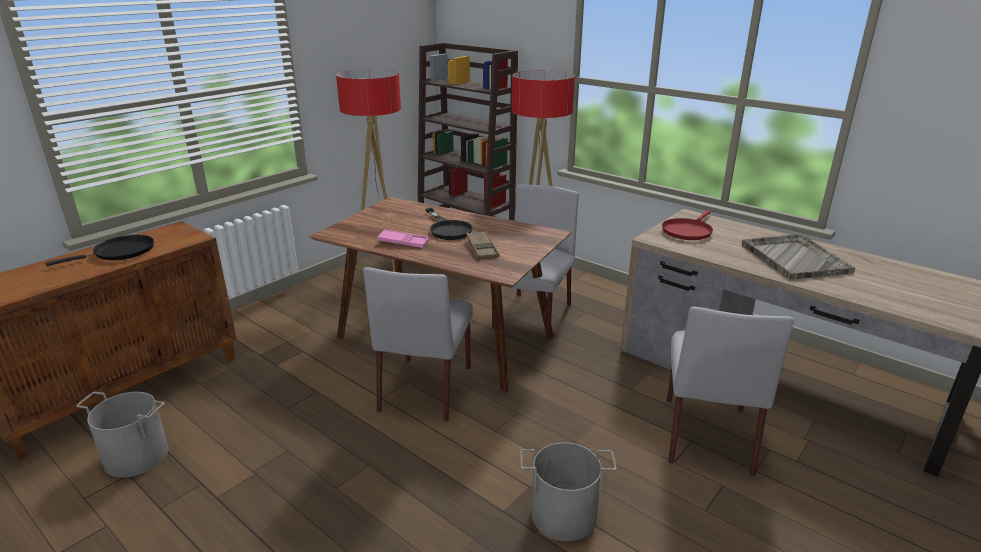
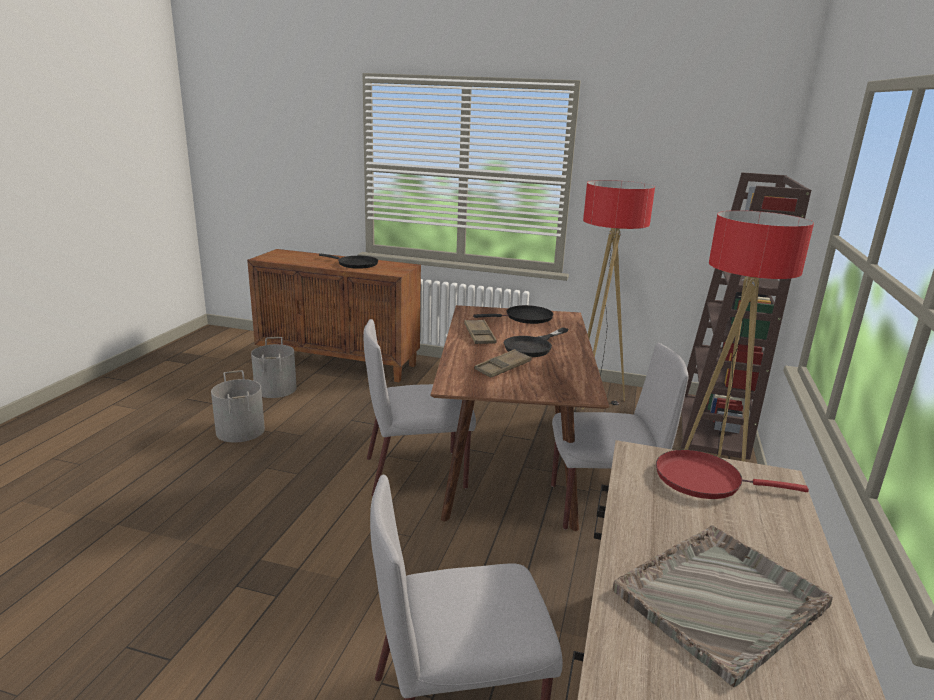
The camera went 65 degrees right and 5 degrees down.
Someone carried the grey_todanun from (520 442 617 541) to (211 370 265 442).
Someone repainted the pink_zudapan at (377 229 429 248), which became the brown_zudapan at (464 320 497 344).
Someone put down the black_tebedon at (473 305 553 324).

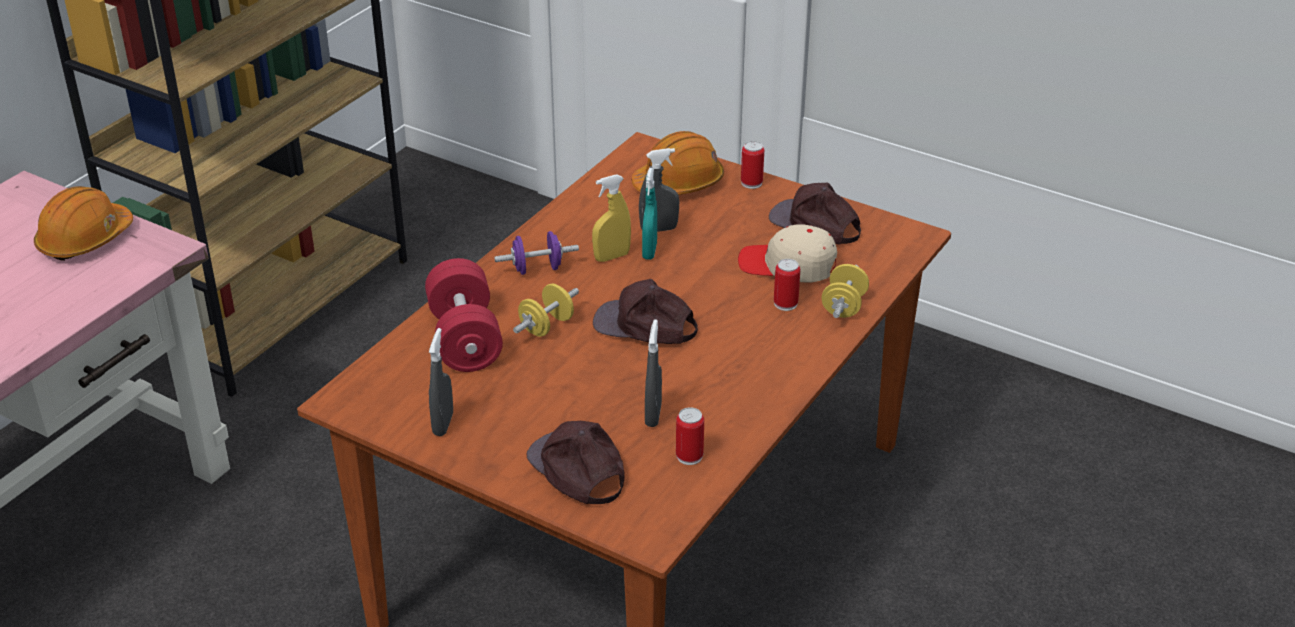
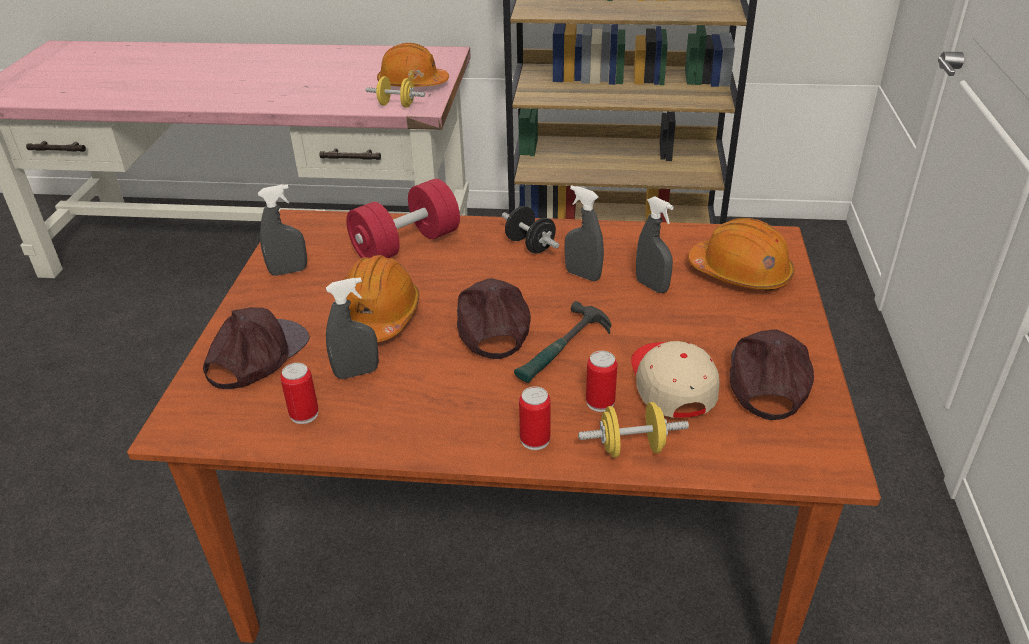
The camera went 65 degrees right and 0 degrees up.
Someone put down the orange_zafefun at (344 255 419 342).
Someone carried the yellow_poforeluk from (513 284 579 337) to (366 76 425 108).
Someone repainted the purple_poforeluk at (494 231 579 275), which became the black_poforeluk at (502 206 559 254).
Someone put down the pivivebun at (514 301 611 383).
Someone carried the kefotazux from (741 141 764 189) to (519 387 551 450).
Someone repainted the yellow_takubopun at (592 174 631 262), which became the grey_takubopun at (565 186 604 281).
Someone took away the turquoise_takubopun at (642 168 657 260).

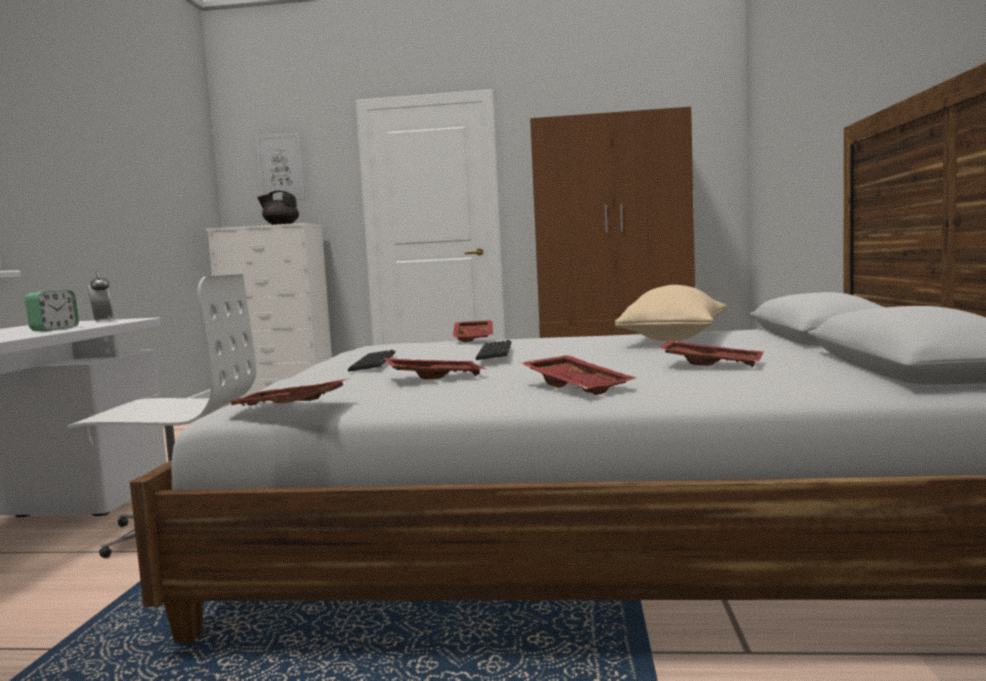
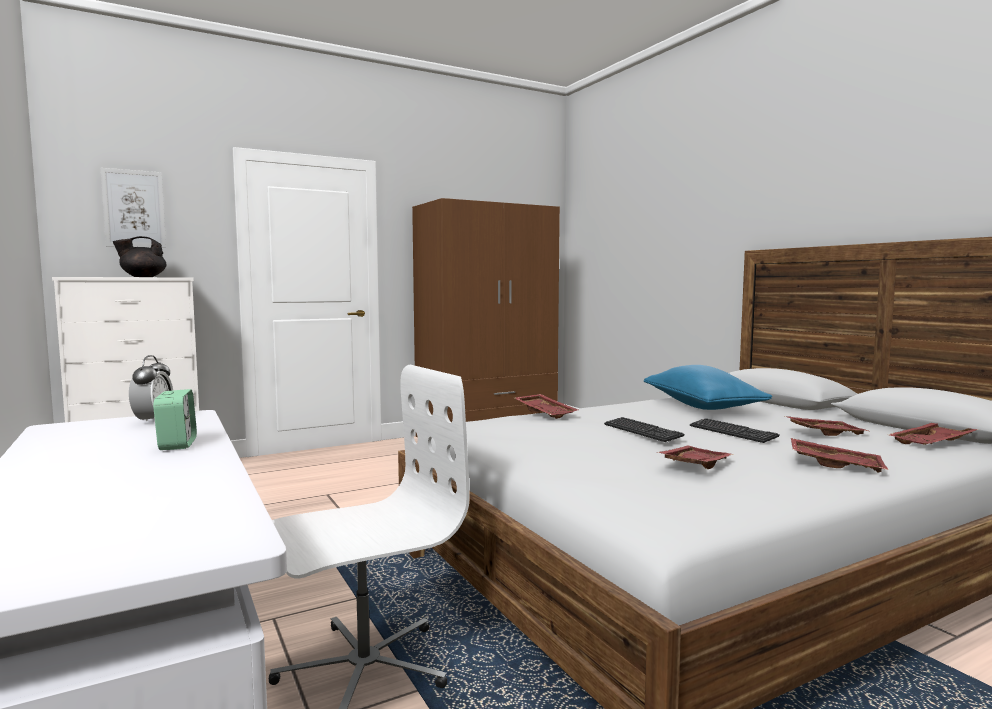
The camera went 35 degrees left and 0 degrees up.
Someone rotated the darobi at (87 271 114 322) by 60 degrees clockwise.
Someone repainted the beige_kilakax at (615 285 727 341), which became the blue_kilakax at (644 365 772 410).
Someone carried the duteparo from (348 350 396 372) to (690 418 780 443).
Someone carried the red_zudapan from (227 378 350 406) to (889 423 979 445).

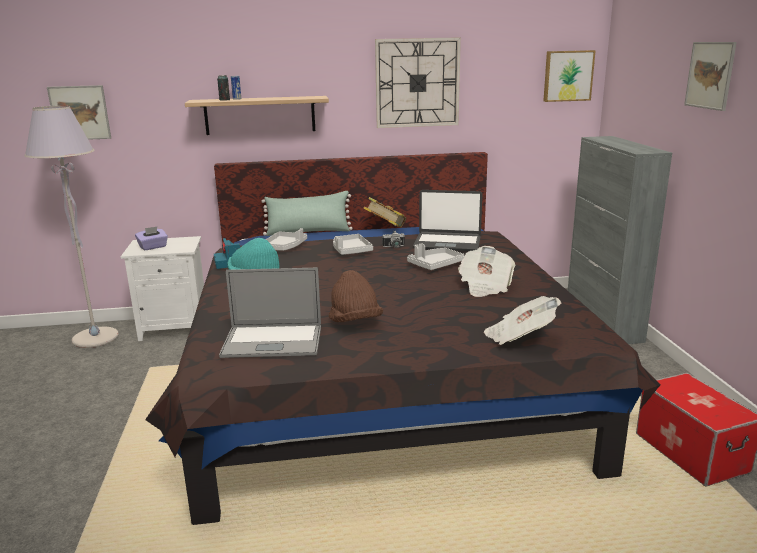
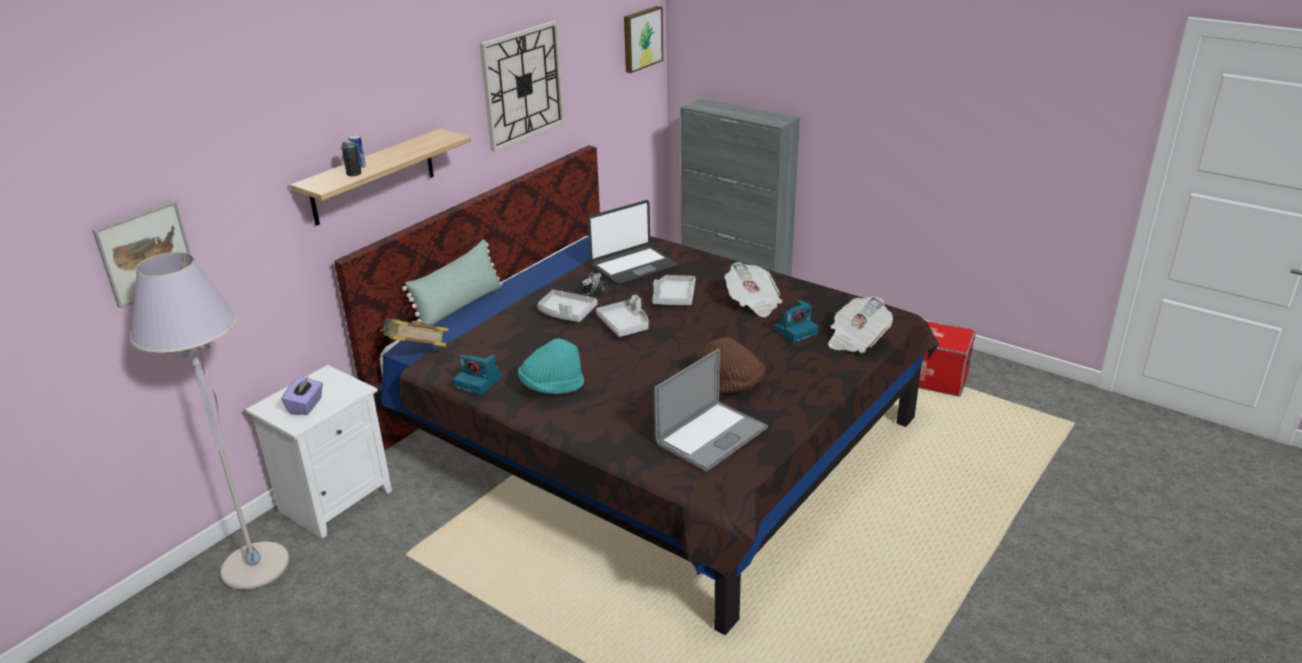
The camera went 45 degrees left and 10 degrees up.
Someone carried the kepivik from (363 197 406 227) to (379 319 449 347).
Someone carried the grey_zudapan from (266 228 307 251) to (596 295 649 337).
Someone put down the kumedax at (773 300 818 343).
Someone took away the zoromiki at (684 42 737 111).

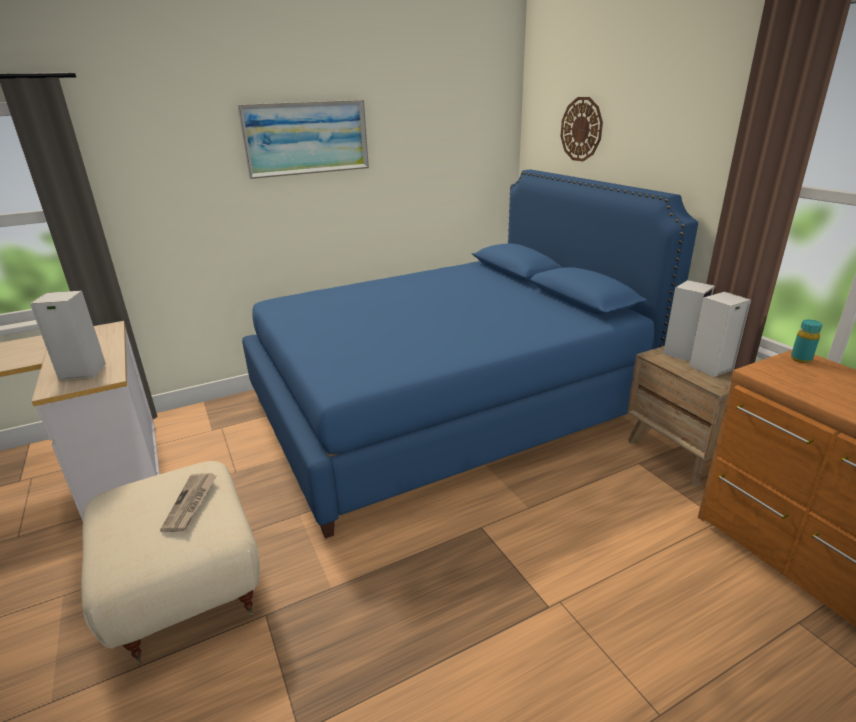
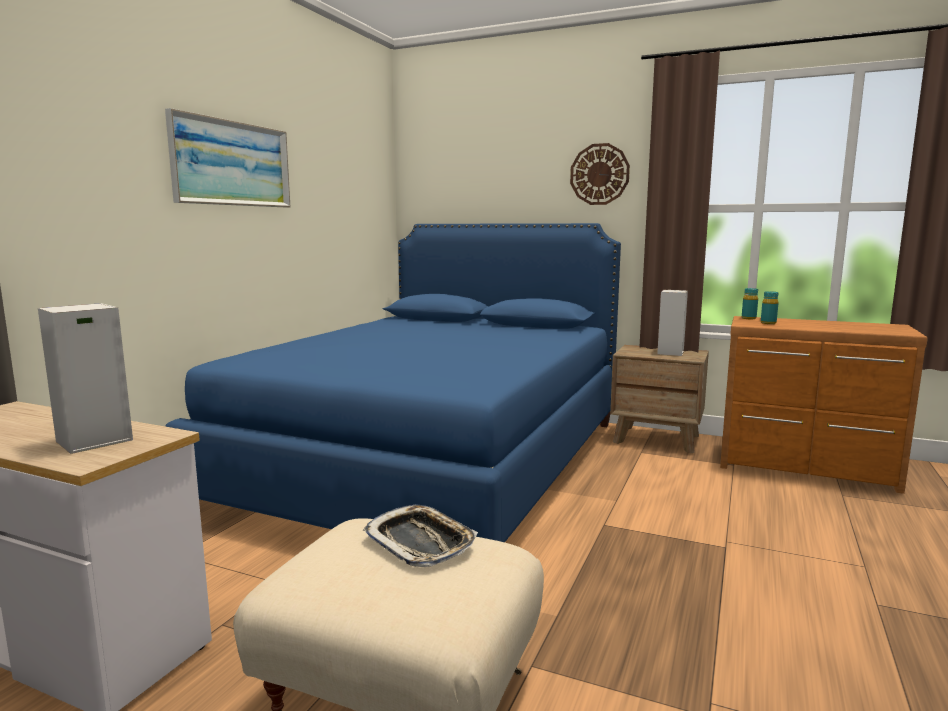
The camera went 40 degrees left and 15 degrees down.
Someone swapped the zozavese at (160 473 216 532) for the zudapan at (363 505 478 567).
Someone carried the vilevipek from (560 97 603 161) to (570 143 630 205).
Someone put down the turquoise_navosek at (761 291 778 324).
Someone took away the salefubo at (663 280 715 362).

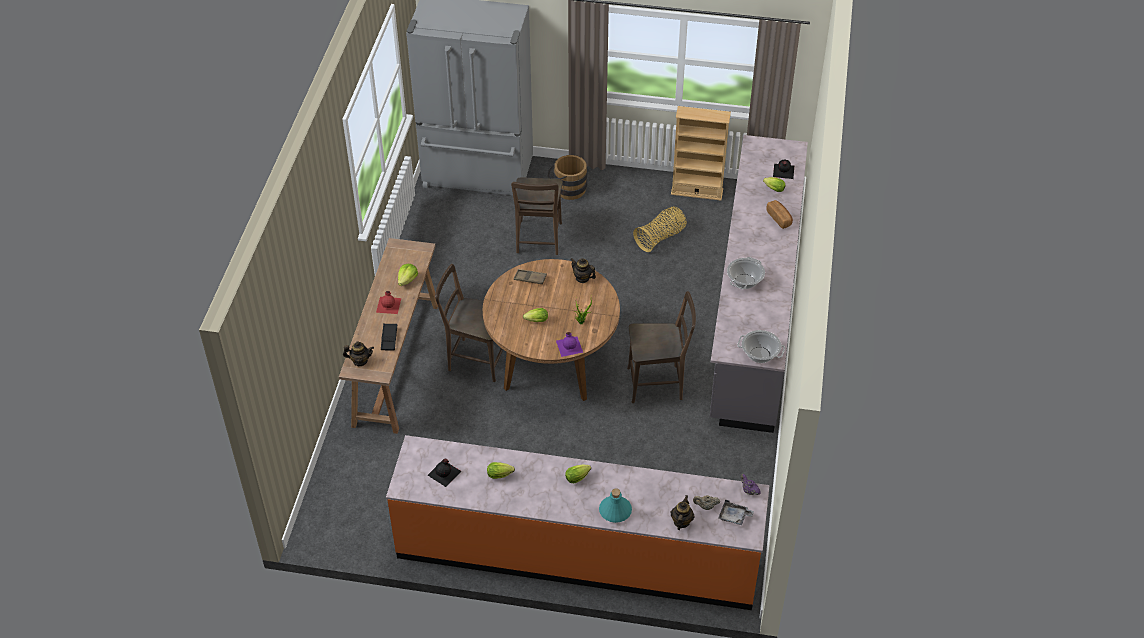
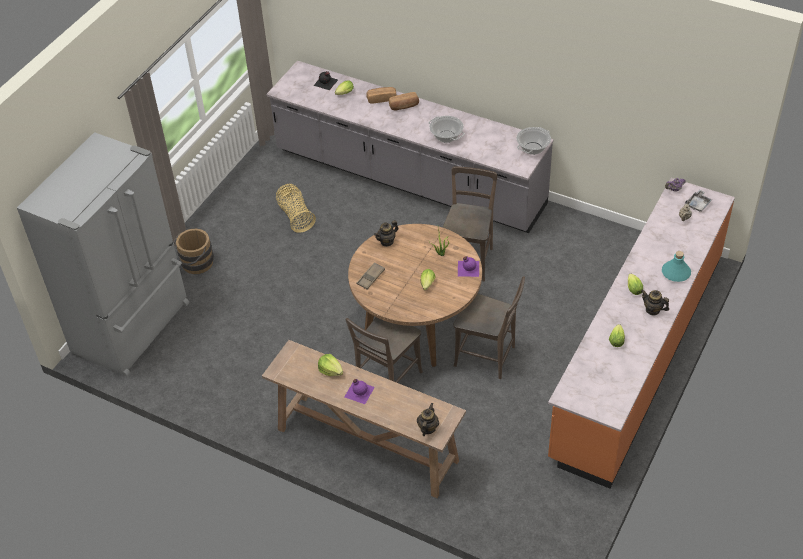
The camera went 70 degrees left and 0 degrees up.
Someone repainted the red_navosek at (376 291 401 314), which became the purple_navosek at (344 379 375 404).
Someone put down the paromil at (389 92 419 110).
Someone carried the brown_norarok from (511 177 563 255) to (454 277 525 379).
Someone carried the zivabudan from (671 495 694 530) to (641 290 669 316).
Someone took away the black_zudapan at (381 323 397 351).
Someone took away the black_navosek at (428 459 461 487).
Someone took away the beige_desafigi at (671 106 731 201).

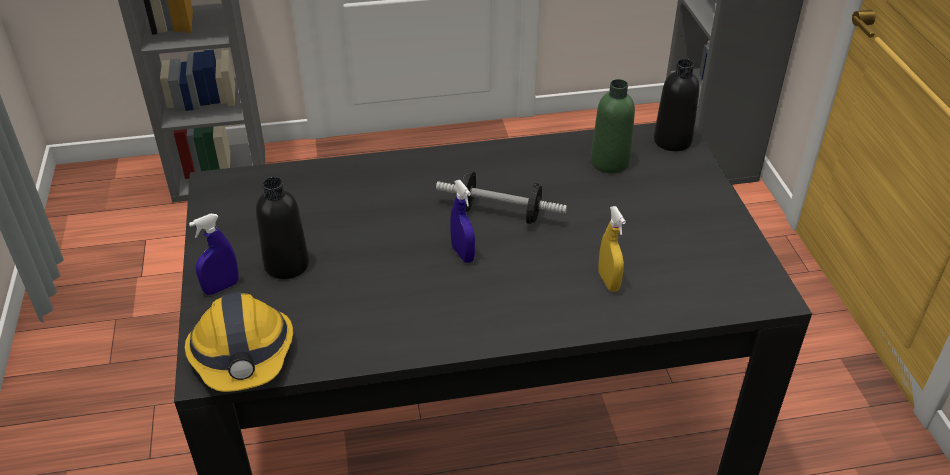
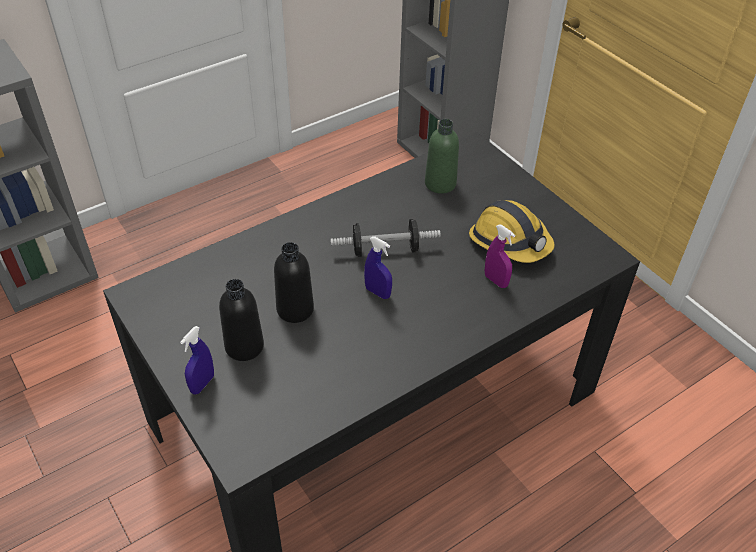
The camera went 25 degrees left and 5 degrees up.
Someone carried the black_navosek from (654 59 700 151) to (274 242 314 323).
Someone carried the zafefun from (184 292 293 392) to (469 200 555 263).
Someone repainted the yellow_takubopun at (598 206 626 292), which became the purple_takubopun at (485 225 515 288).

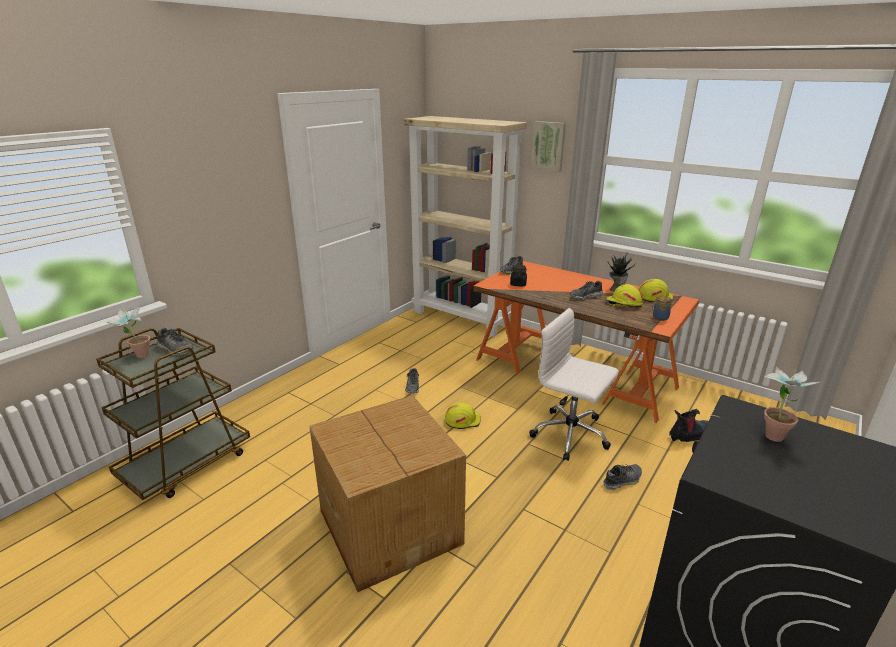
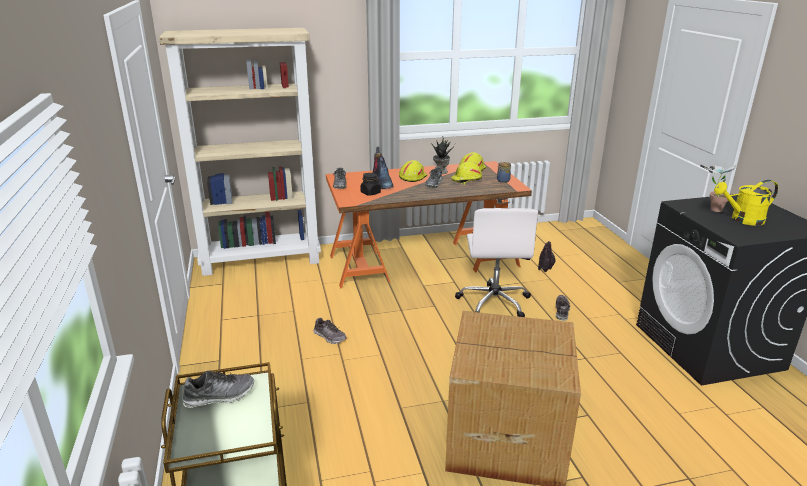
The camera went 50 degrees left and 0 degrees up.
Someone put down the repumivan at (373 147 393 189).
Someone carried the yellow_zafefun from (445 402 481 429) to (399 160 427 182).
Someone rotated the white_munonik at (529 308 619 461) by 75 degrees counterclockwise.
Someone put down the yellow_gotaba at (714 180 778 226).
Someone took away the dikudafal at (106 306 150 358).
Someone took away the zoromiki at (532 121 566 173).

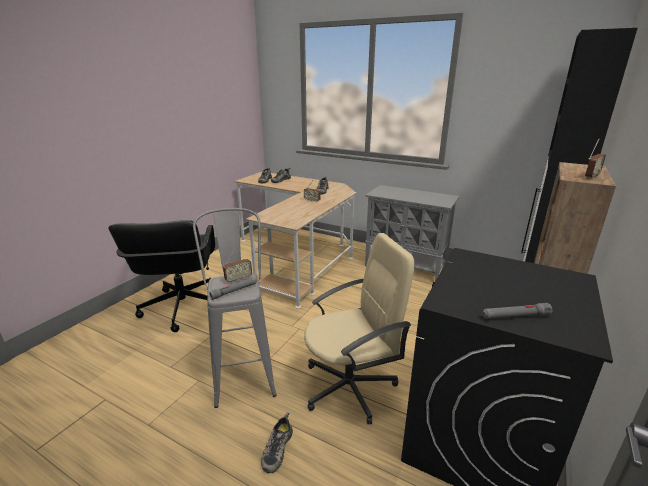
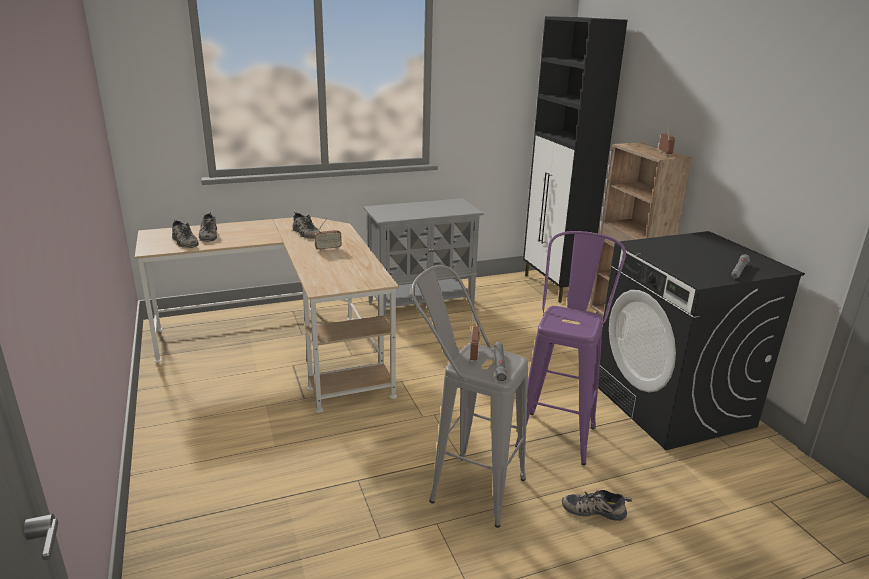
The camera went 50 degrees left and 0 degrees up.
Someone swapped the beige_munonik at (304 233 414 425) for the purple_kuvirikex at (515 231 626 465).
Someone rotated the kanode at (261 412 293 473) by 135 degrees clockwise.
Someone took away the black_munonik at (109 220 215 332).

